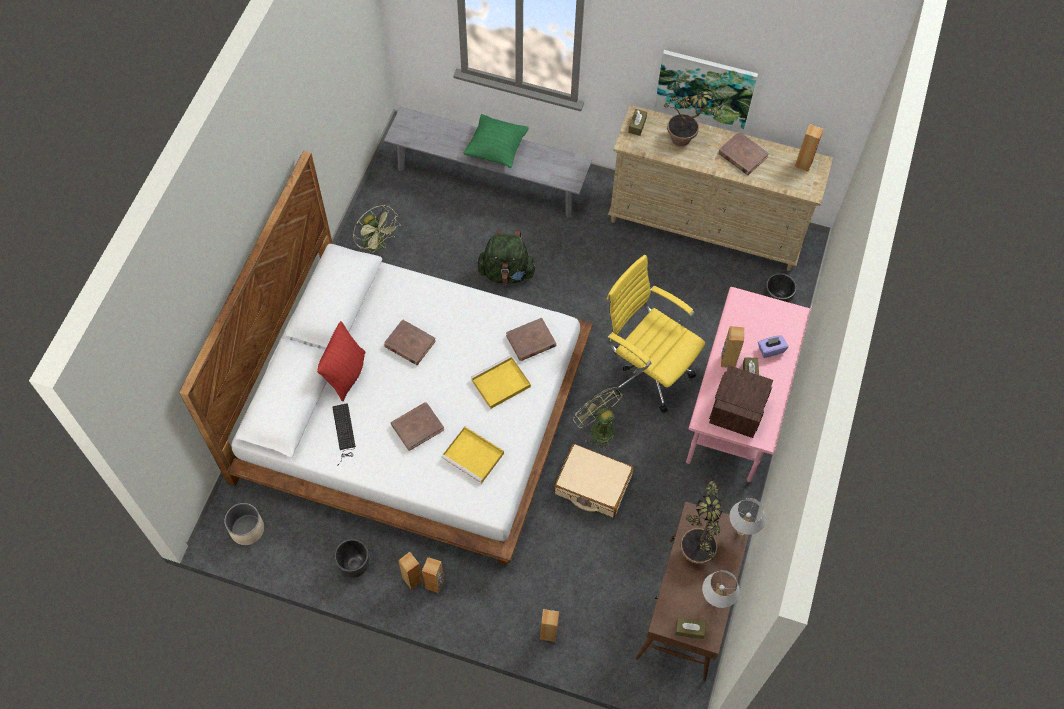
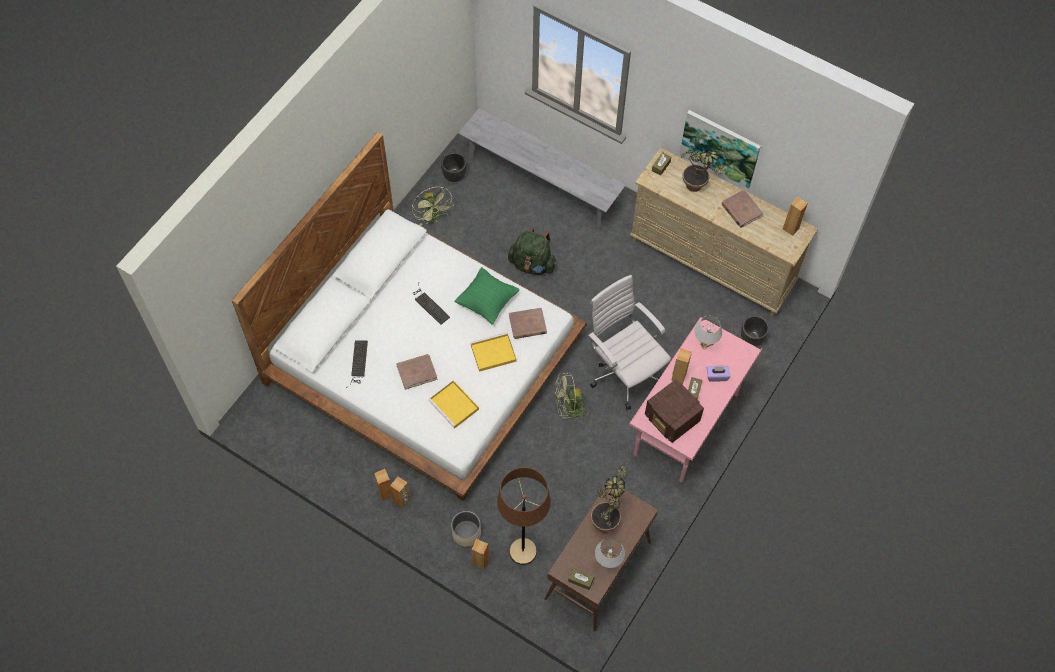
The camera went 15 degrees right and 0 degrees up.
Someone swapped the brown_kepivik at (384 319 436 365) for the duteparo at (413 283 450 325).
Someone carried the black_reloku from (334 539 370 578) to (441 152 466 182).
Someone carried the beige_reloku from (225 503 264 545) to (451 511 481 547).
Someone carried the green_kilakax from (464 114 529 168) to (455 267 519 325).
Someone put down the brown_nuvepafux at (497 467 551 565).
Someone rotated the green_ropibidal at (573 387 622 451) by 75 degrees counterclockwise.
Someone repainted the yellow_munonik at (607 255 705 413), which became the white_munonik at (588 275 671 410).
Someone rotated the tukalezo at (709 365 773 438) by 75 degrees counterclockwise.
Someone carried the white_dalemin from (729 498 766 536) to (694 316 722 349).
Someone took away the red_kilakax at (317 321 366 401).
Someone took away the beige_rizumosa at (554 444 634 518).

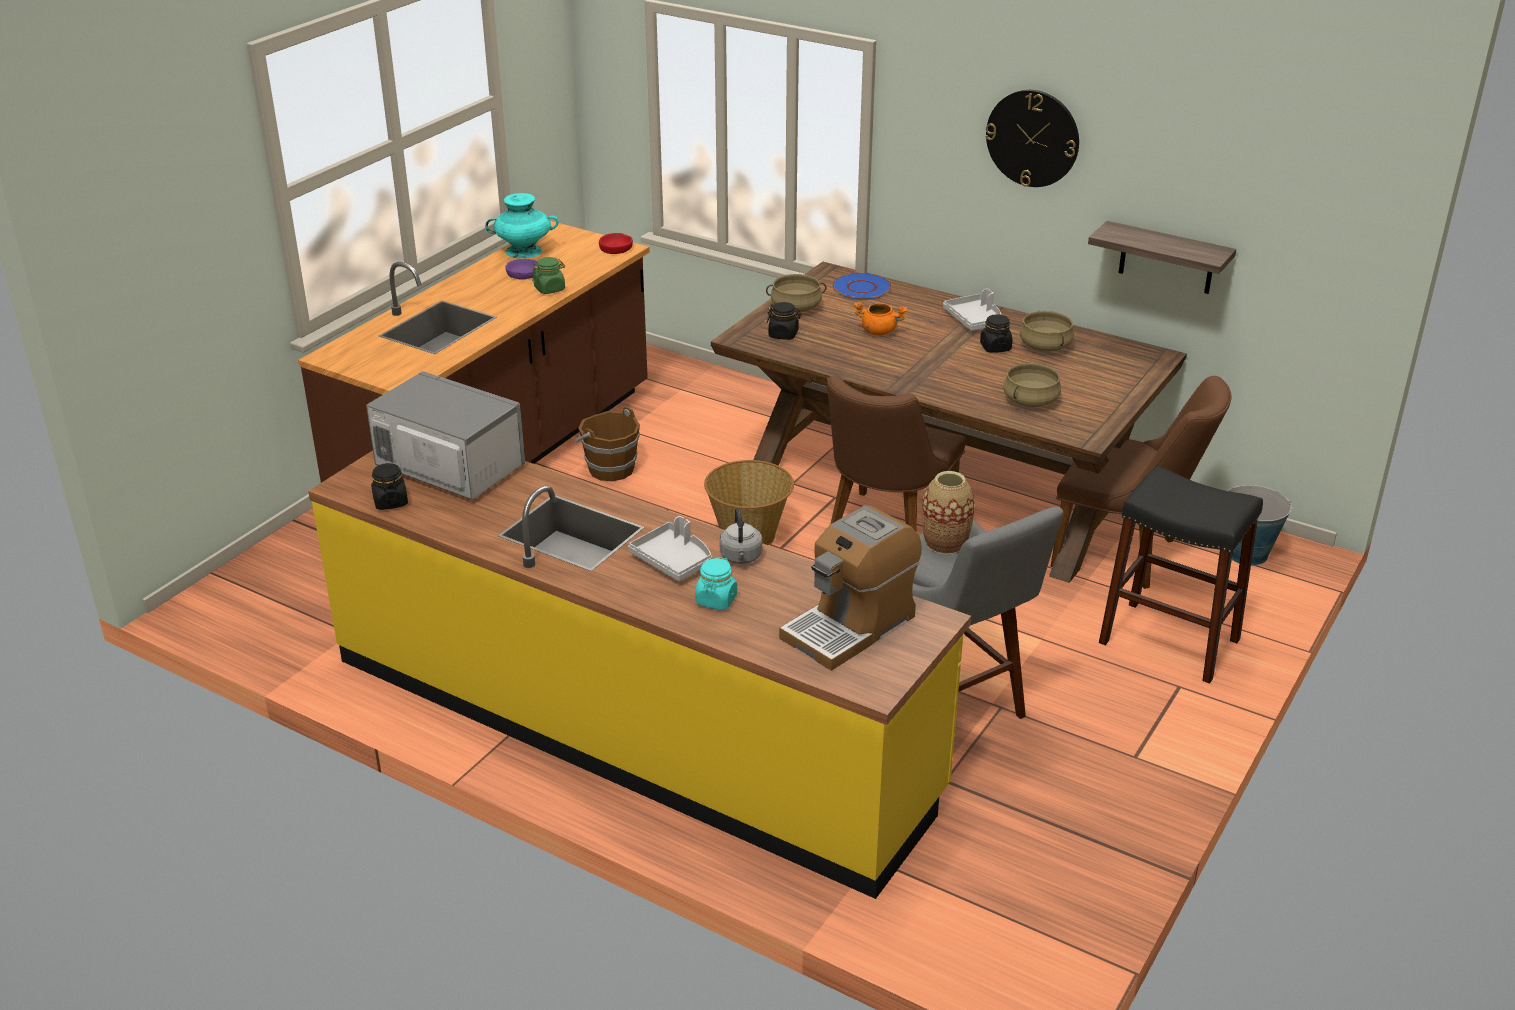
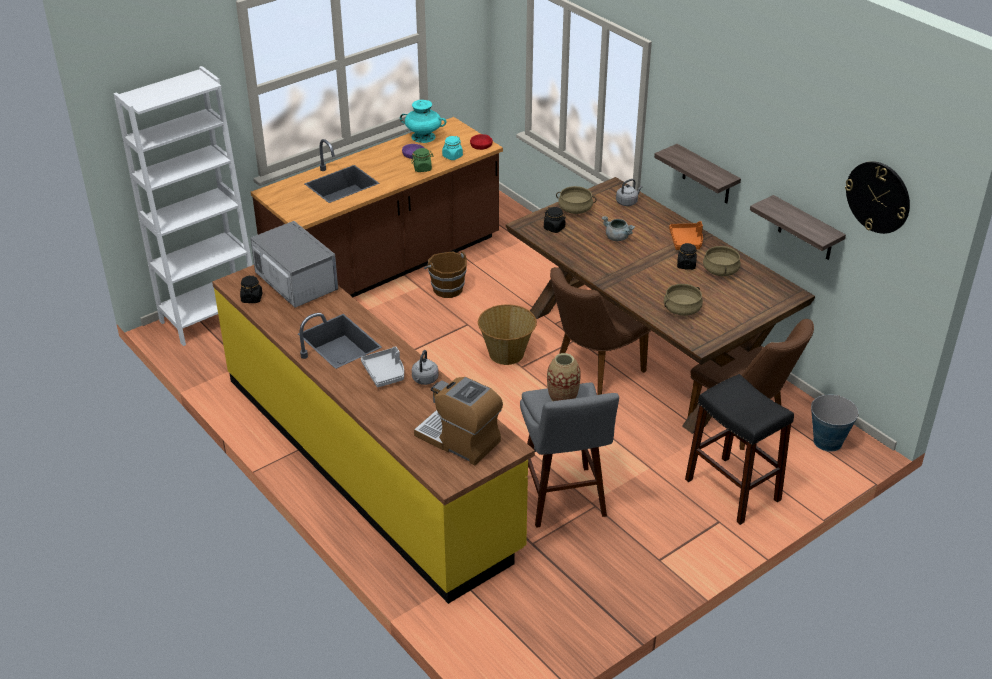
The camera went 20 degrees right and 5 degrees up.
Someone put down the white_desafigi at (114 66 252 346).
Someone rotated the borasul at (779 505 922 671) by 60 degrees clockwise.
Someone carried the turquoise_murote from (695 557 737 610) to (442 136 463 160).
Someone repainted the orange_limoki at (854 302 907 335), which became the grey_limoki at (602 216 635 241).
Someone swapped the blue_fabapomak at (832 273 892 300) for the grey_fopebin at (616 179 642 206).
Someone put up the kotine at (654 144 741 204).
Someone repainted the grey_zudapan at (943 289 1001 331), which became the orange_zudapan at (669 221 703 250).
Someone carried the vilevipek from (985 90 1079 187) to (845 161 910 234).

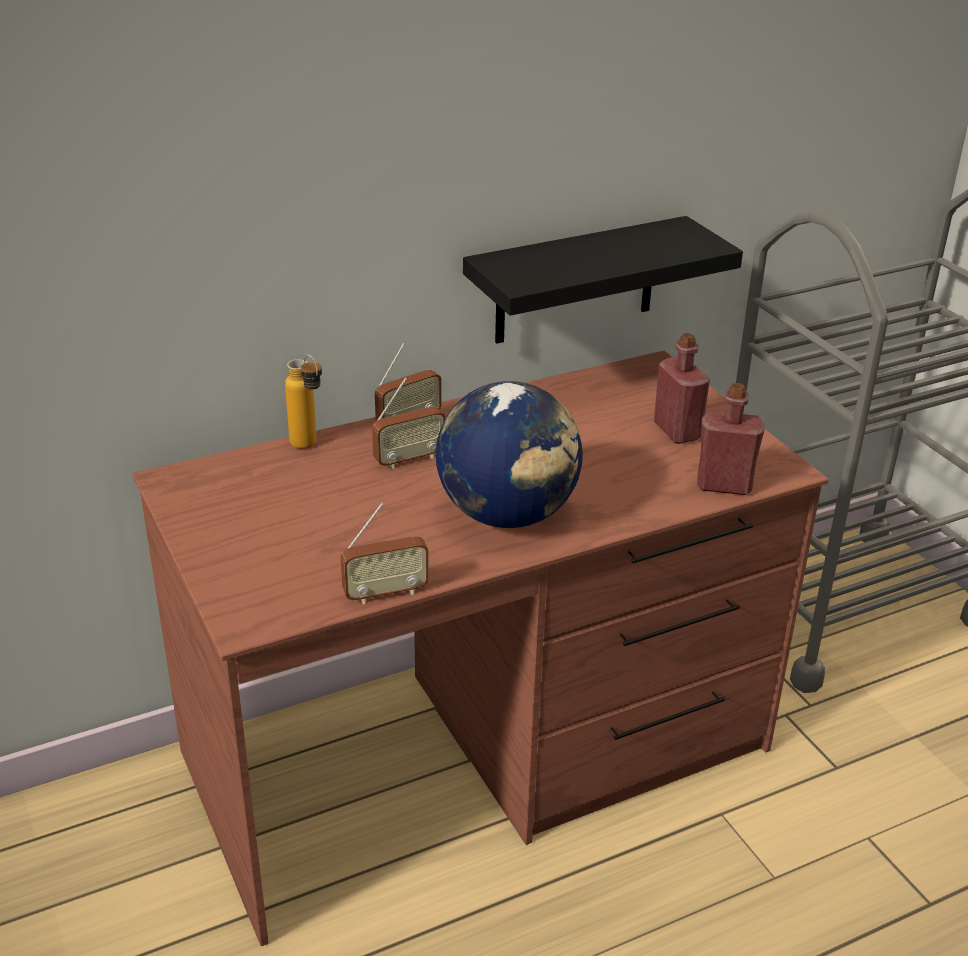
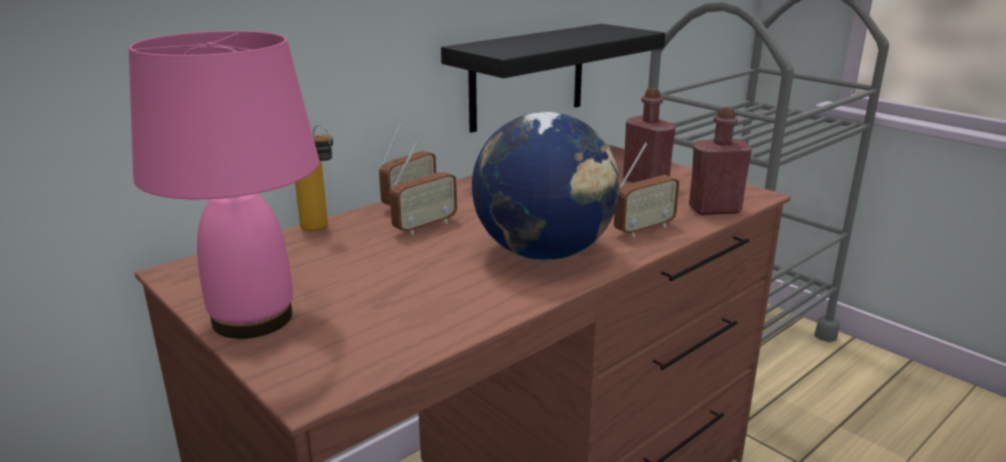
The camera went 15 degrees left and 10 degrees down.
Someone put down the pink_dalemin at (129 31 319 339).
Someone carried the tukalezo from (341 503 429 604) to (614 142 679 237).

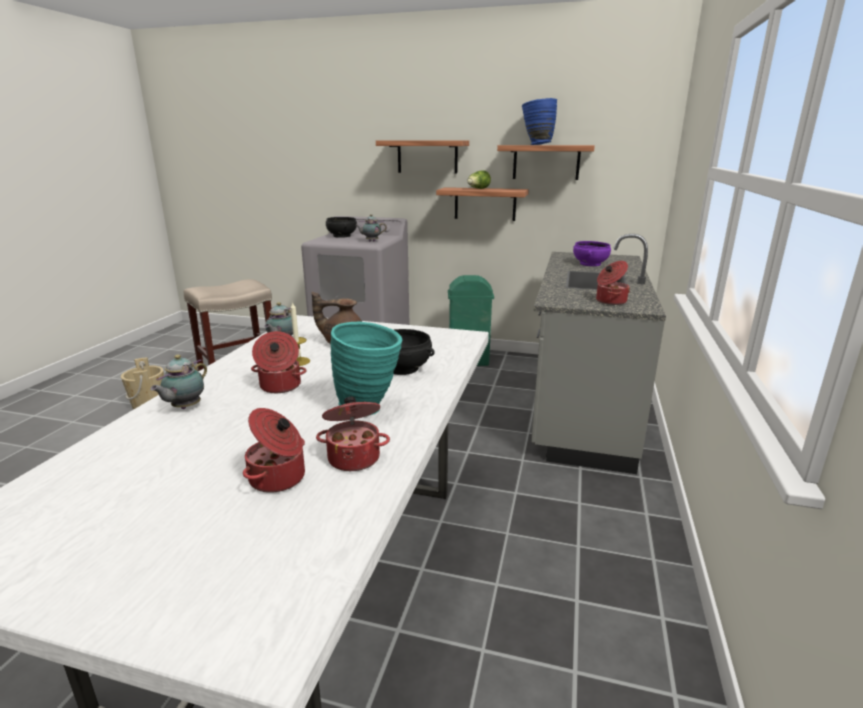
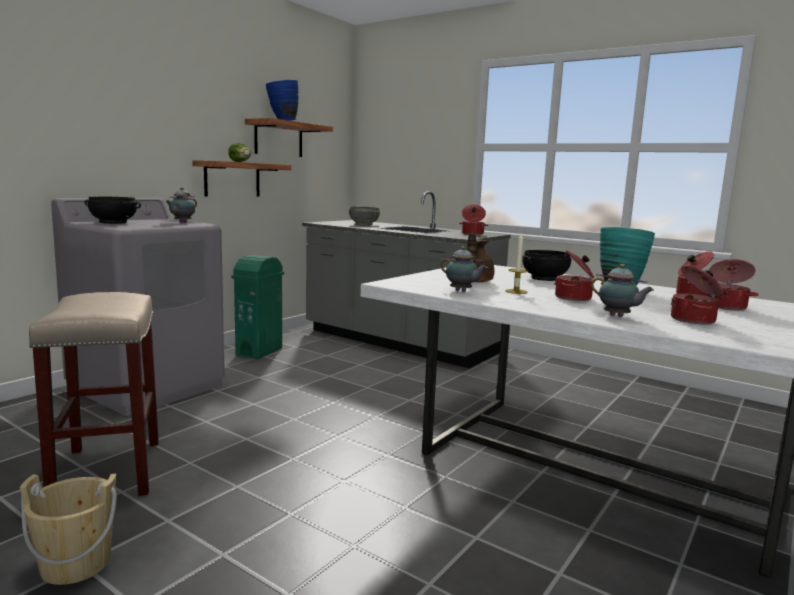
The camera went 70 degrees left and 10 degrees down.
Someone repainted the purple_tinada at (573 241 611 266), which became the grey_tinada at (349 206 380 226).
Someone put down the limoki at (671 265 724 324).
Someone took away the kotine at (376 140 469 174).

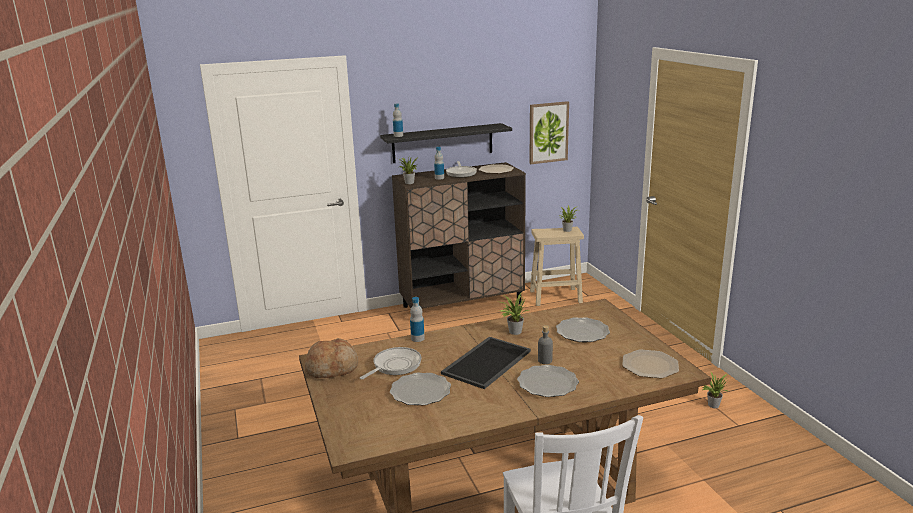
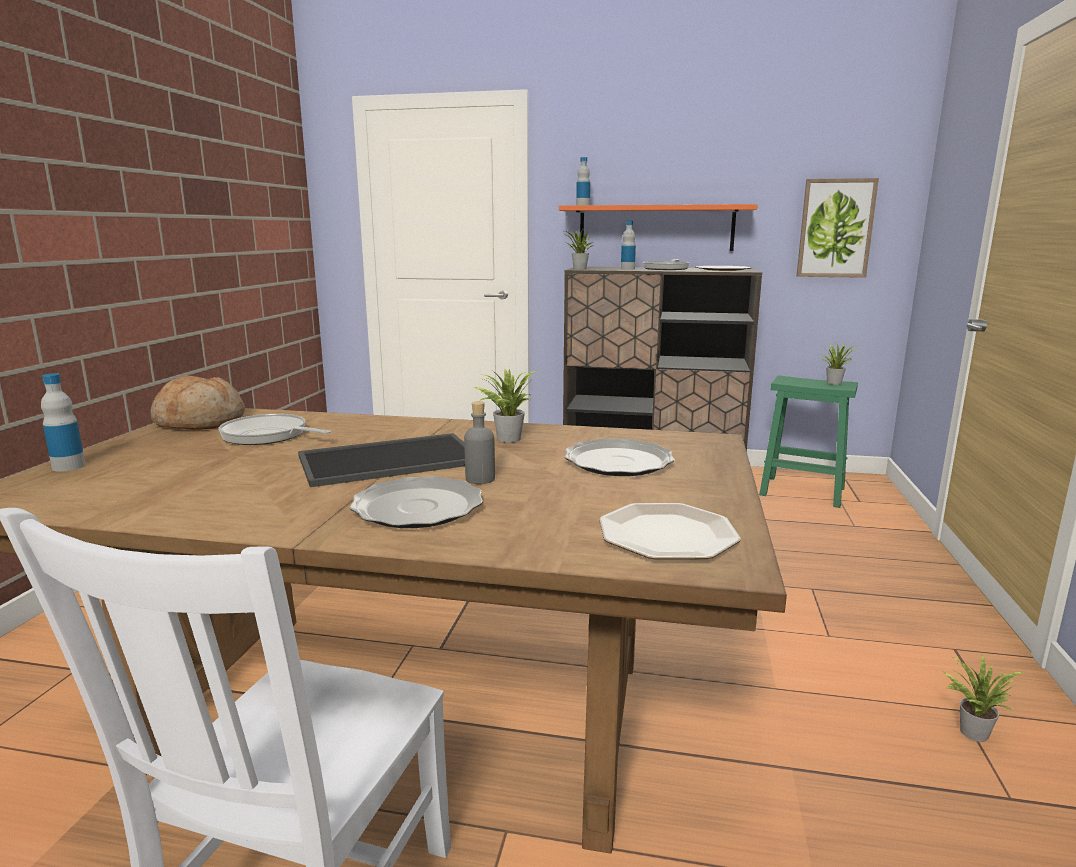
The camera went 30 degrees right and 5 degrees down.
Someone carried the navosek from (410 297 425 342) to (41 373 86 472).
Someone rotated the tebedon at (360 347 422 379) by 135 degrees counterclockwise.
Someone repainted the black_kotine at (380 123 512 163), which became the orange_kotine at (559 204 758 251).
Someone repainted the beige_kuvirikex at (530 227 584 306), which became the green_kuvirikex at (759 376 858 508).
Someone took away the fabapomak at (390 373 451 405).

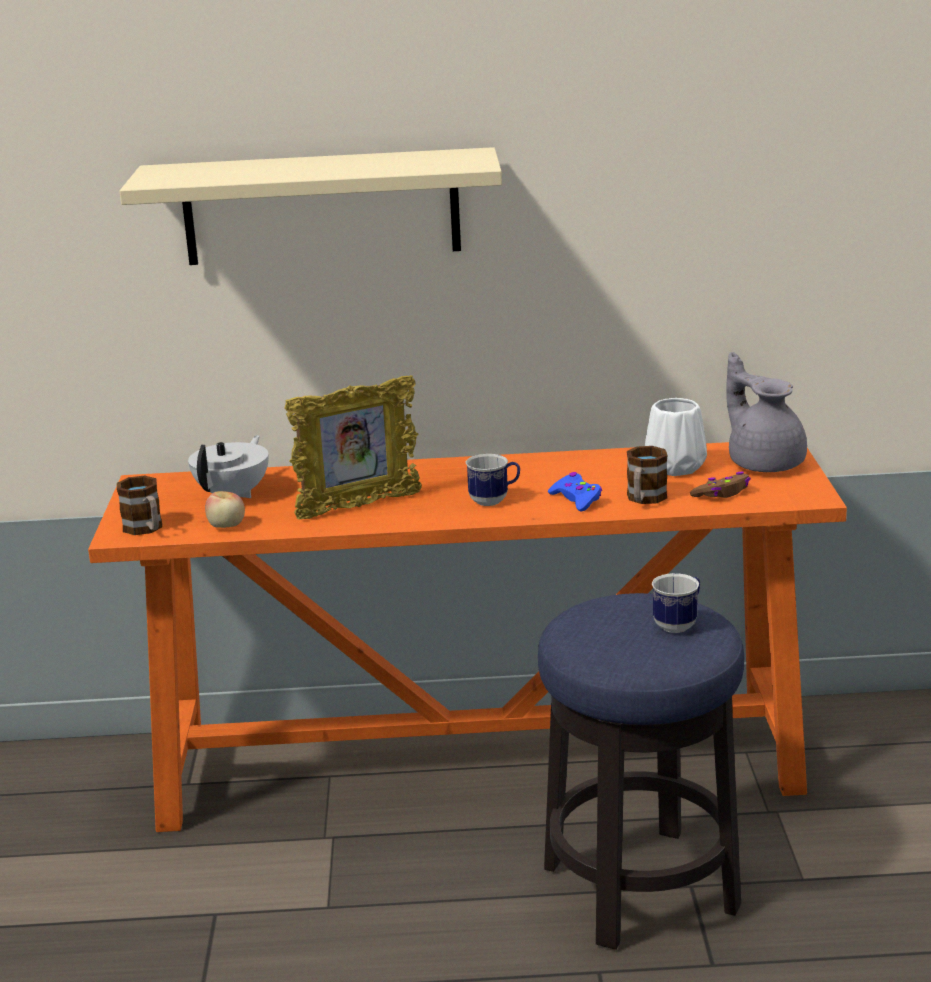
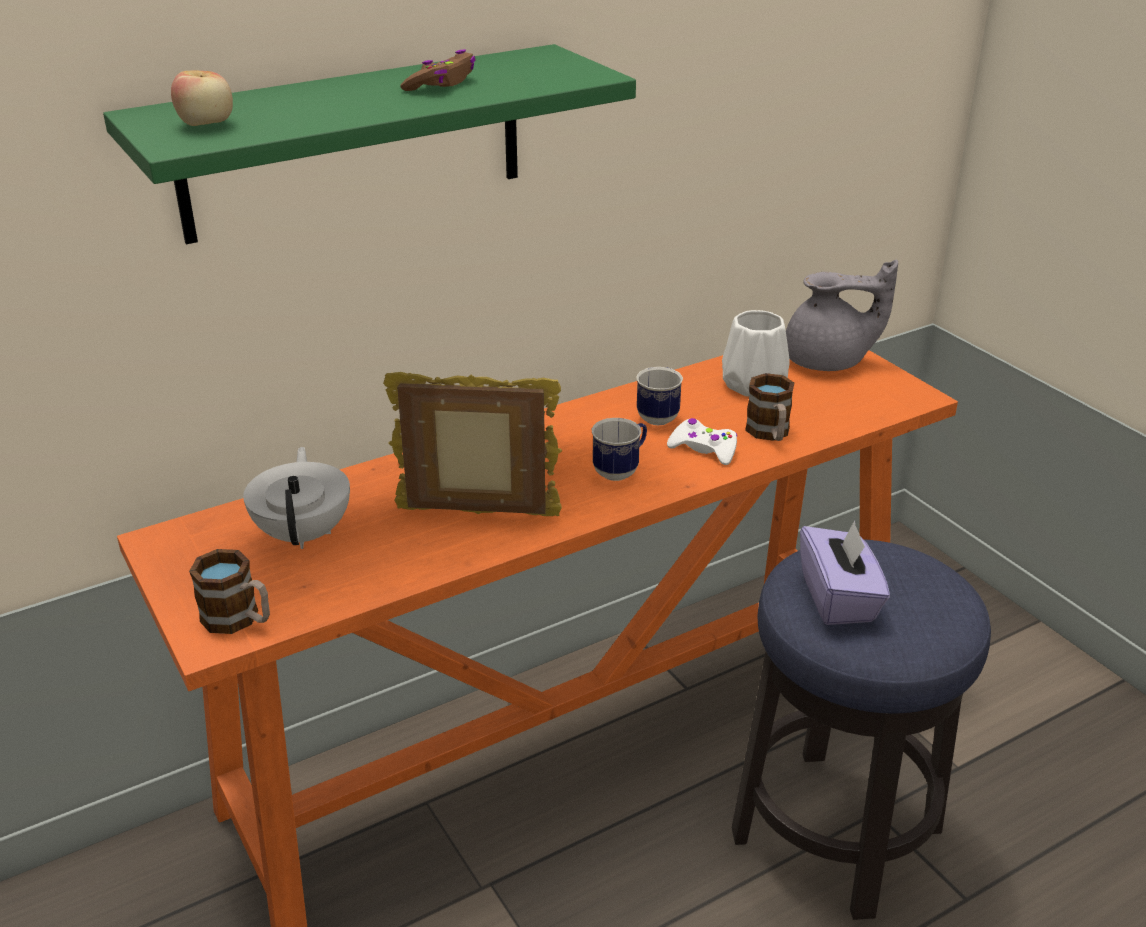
The camera went 30 degrees left and 10 degrees up.
Someone repainted the beige_kotine at (120 147 502 265), which became the green_kotine at (103 44 636 244).
Someone carried the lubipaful from (205 491 245 528) to (171 70 233 126).
Someone rotated the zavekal at (284 375 422 520) by 120 degrees counterclockwise.
Someone carried the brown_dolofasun from (690 472 751 498) to (400 50 476 91).
Someone carried the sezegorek from (652 573 700 633) to (636 367 683 425).
Someone repainted the blue_dolofasun at (548 472 602 511), which became the white_dolofasun at (667 418 737 465).
Someone rotated the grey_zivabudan at (726 352 807 472) by 150 degrees clockwise.
Someone put down the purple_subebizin at (800 520 890 625).

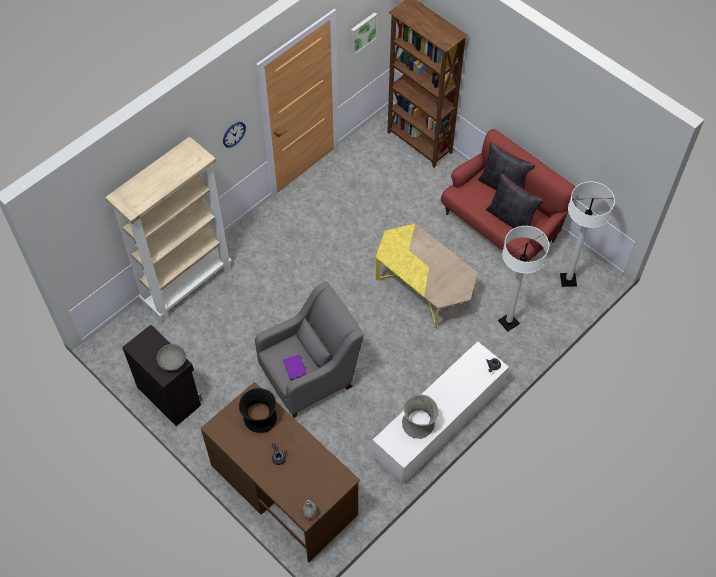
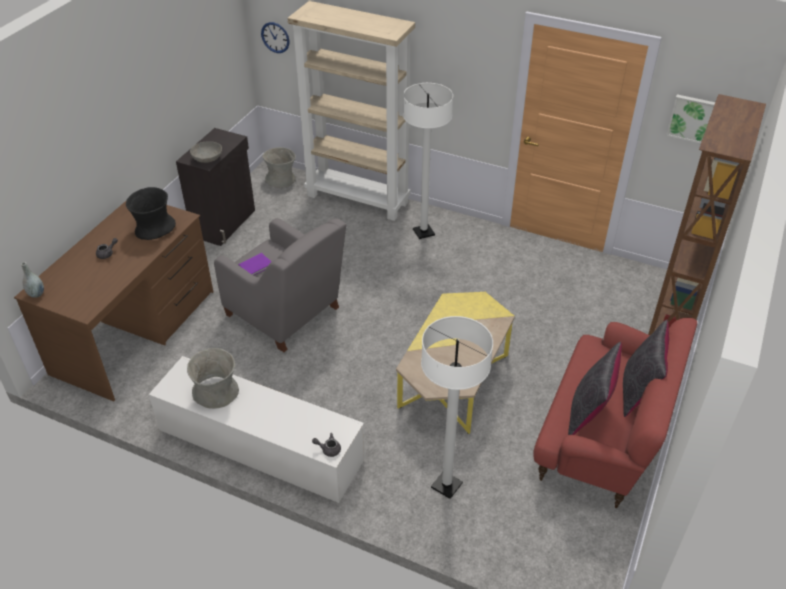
The camera went 70 degrees right and 15 degrees down.
Someone carried the vilevipek from (223 122 246 148) to (261 22 290 53).
Someone put down the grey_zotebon at (262 147 296 188).
Someone carried the white_nuvepafux from (560 182 615 287) to (403 83 453 239).

